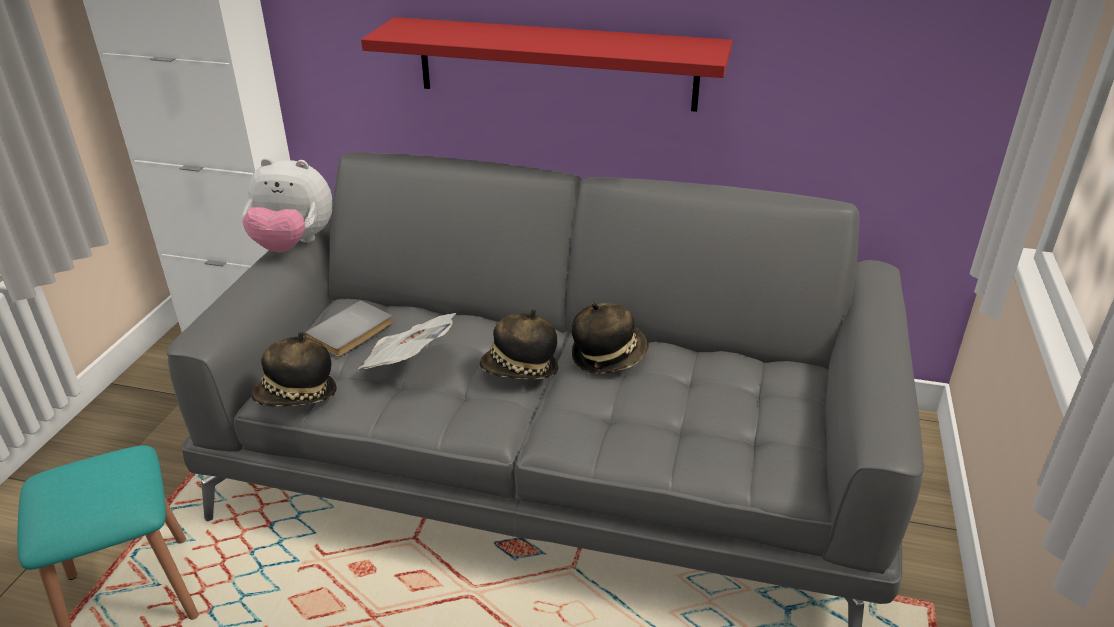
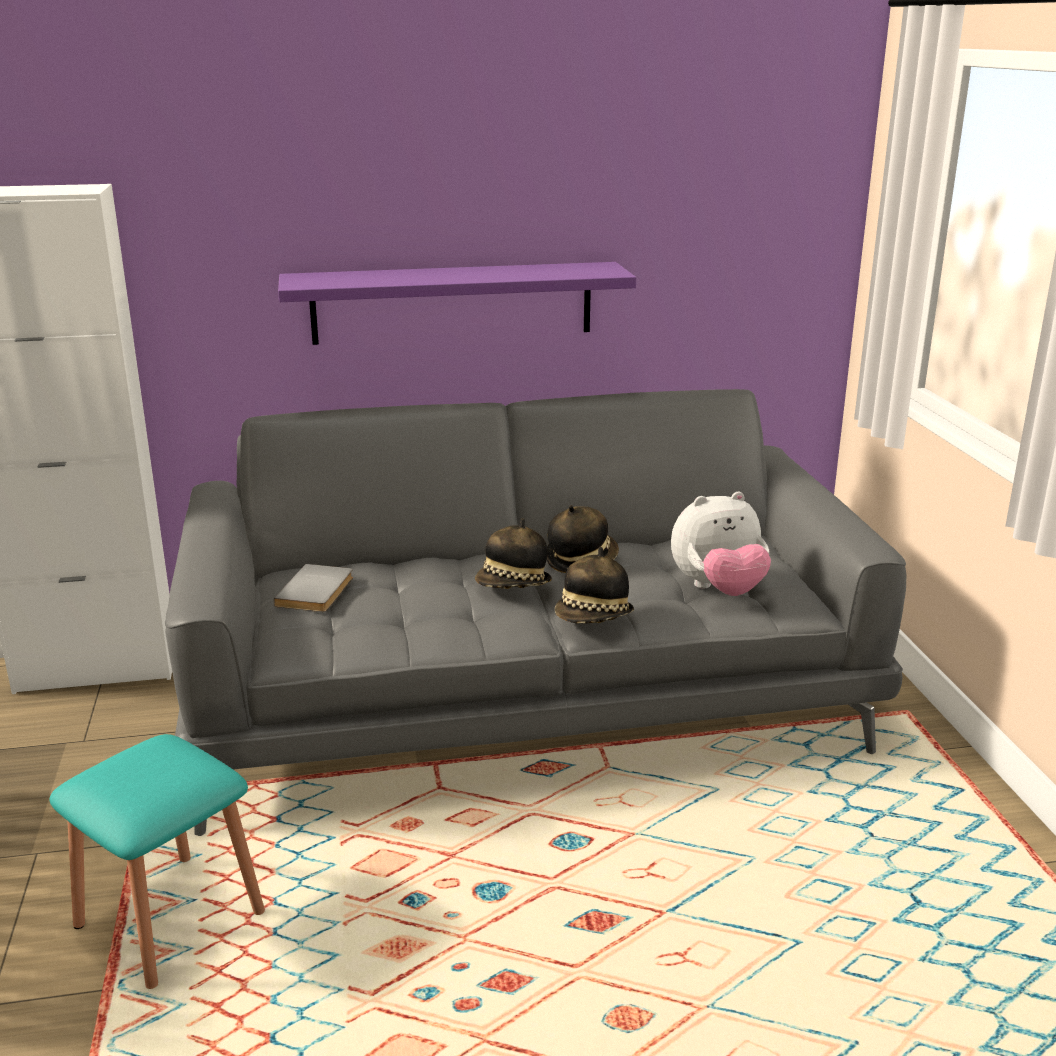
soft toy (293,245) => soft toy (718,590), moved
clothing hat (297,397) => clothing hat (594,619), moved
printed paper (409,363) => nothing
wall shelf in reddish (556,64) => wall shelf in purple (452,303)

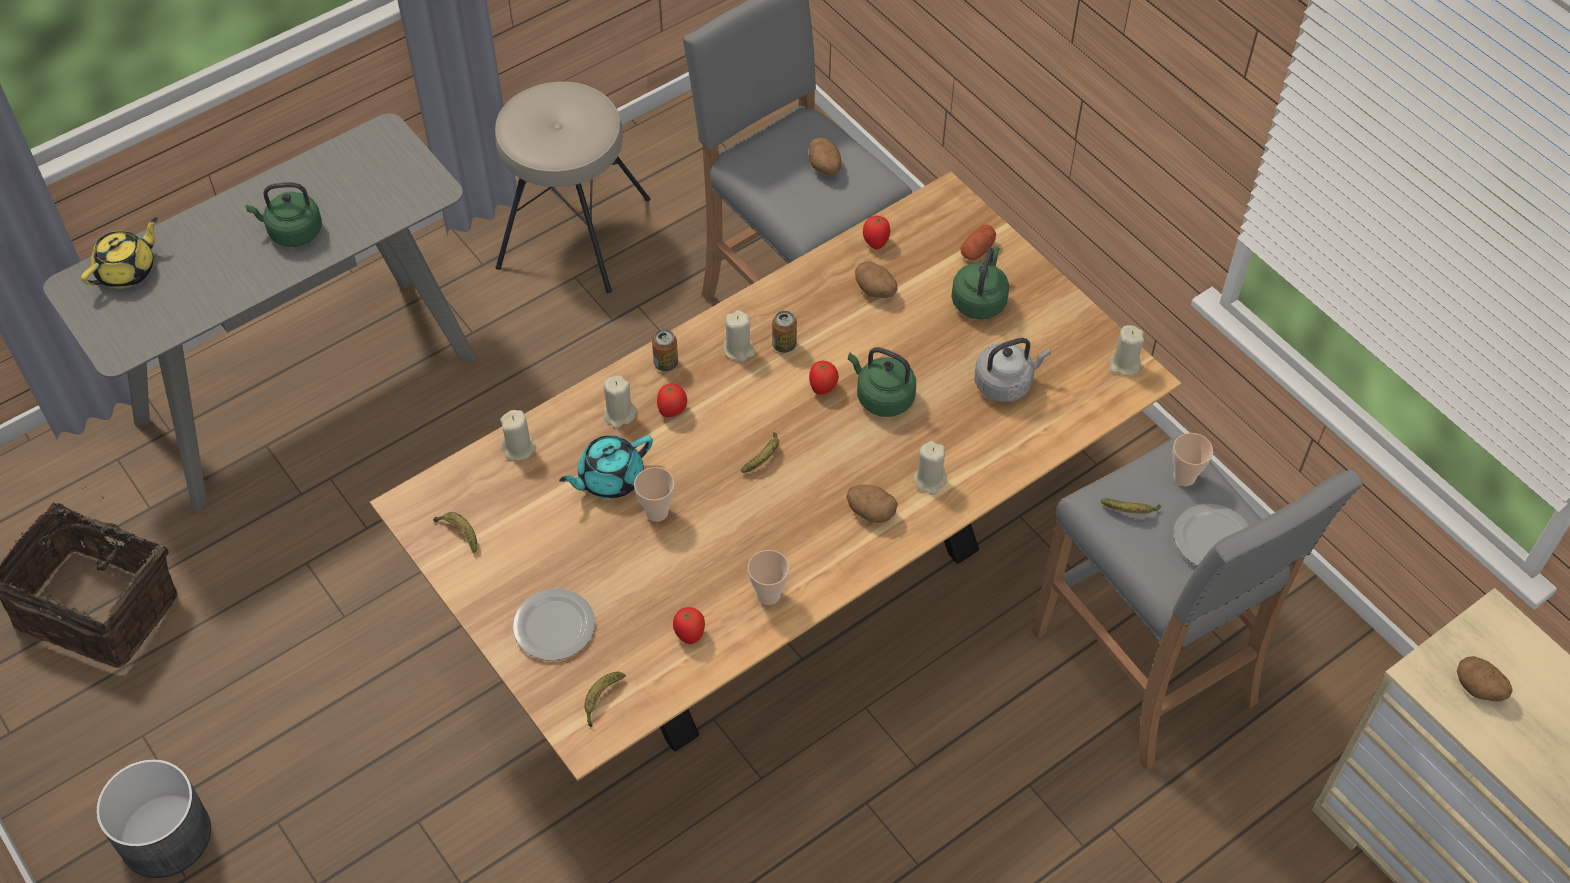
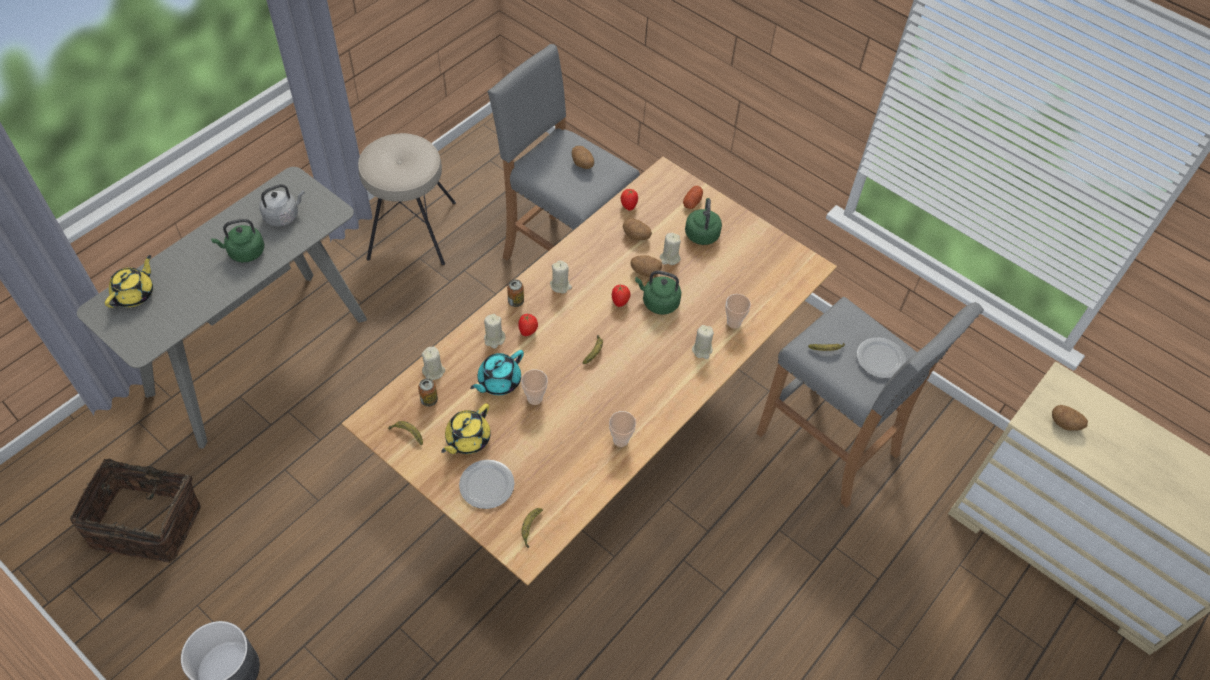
tomato (689,634) => nothing
sealed can (784,345) => sealed can (429,400), moved
whole potato (870,512) => whole potato (645,271), moved
kettle in greyish (1005,383) => kettle in greyish (283,216), moved
candle in beige-coloured (1124,364) => candle in beige-coloured (669,258), moved
small cup (1184,477) => small cup (733,322), moved
nothing => teapot in yellowish (467,439)

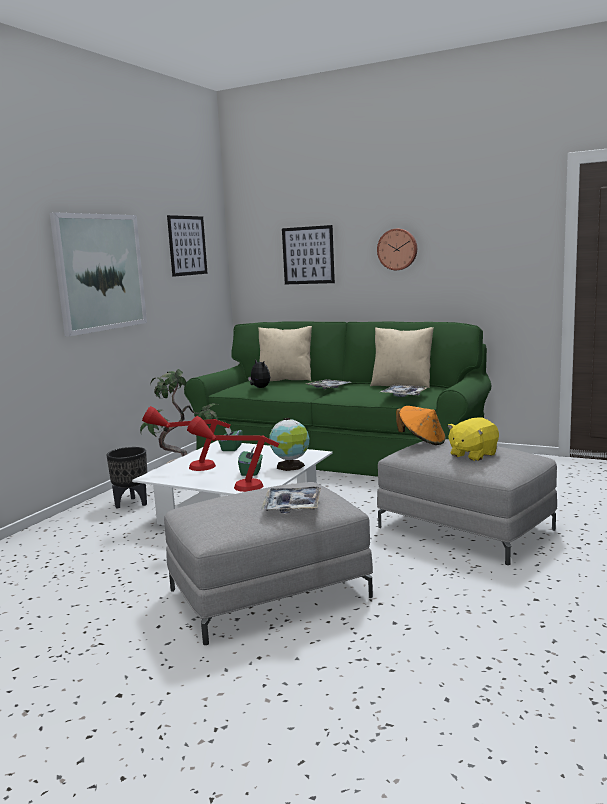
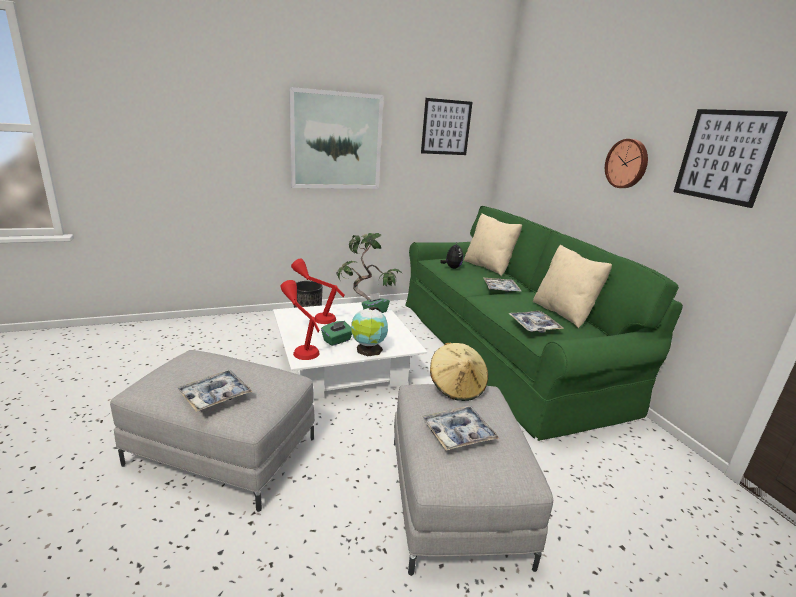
wall picture (308,255) => wall picture (724,156), moved
clothing hat in orangey (422,441) => clothing hat in beige-coloured (457,387)
soft toy in yellowish (472,455) => carrying tray (458,433)

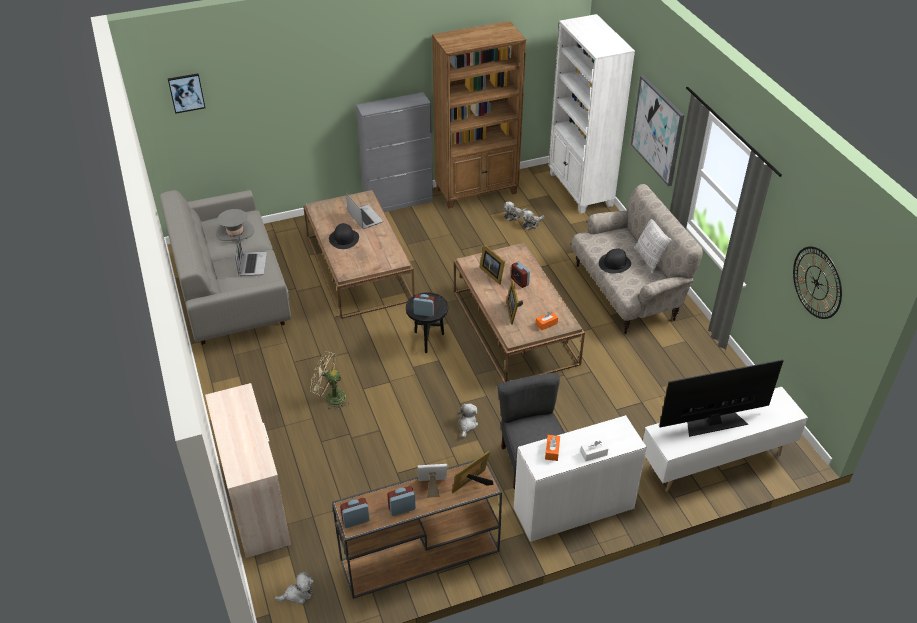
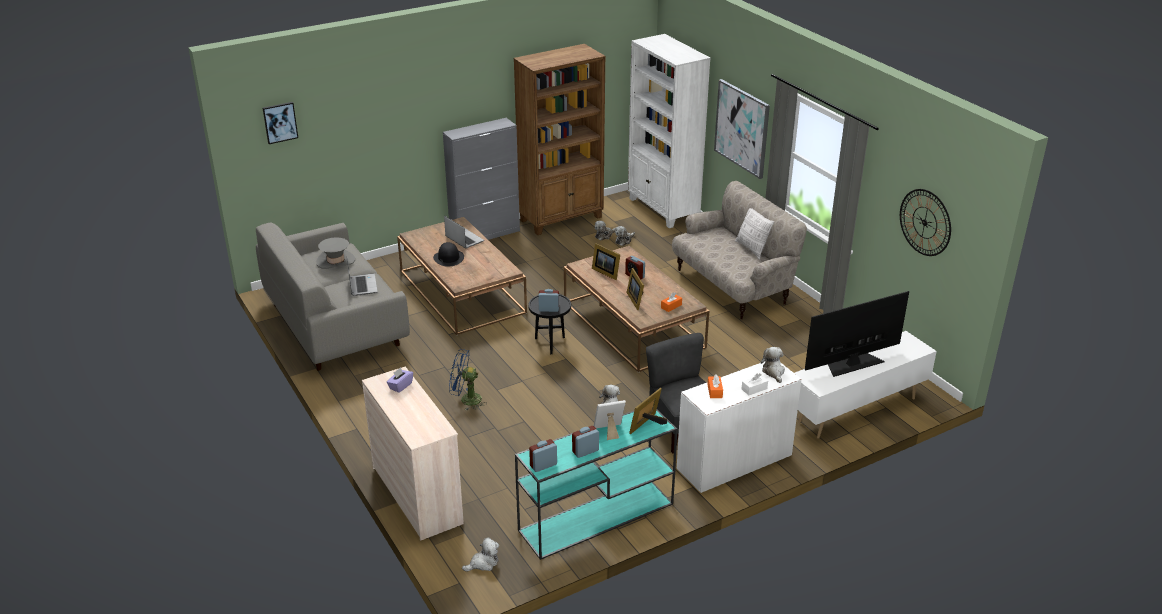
fan in beige-coloured (330,397) => fan in blue-coloured (466,400)
console table in brownish (418,556) => console table in blue-green (595,518)
clothing hat in black (614,263) => nothing
nothing => tissue box in purple (400,386)
nothing => soft toy (773,372)

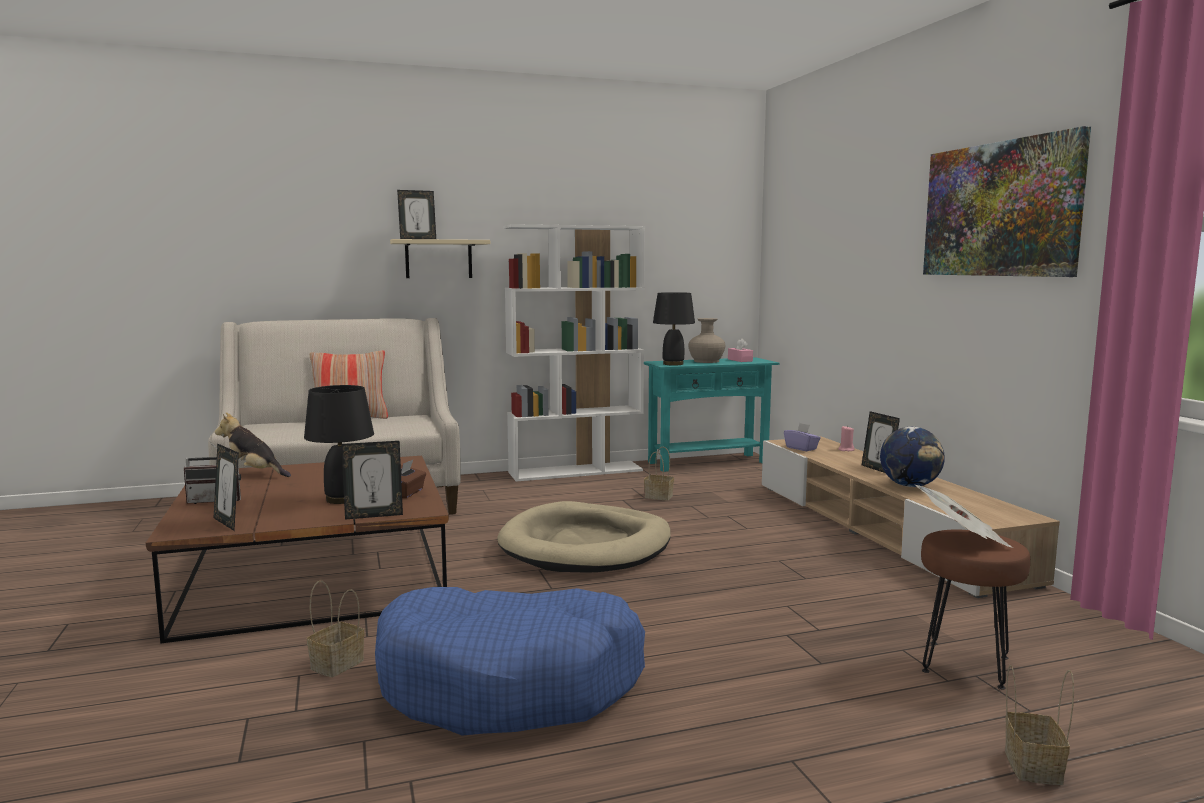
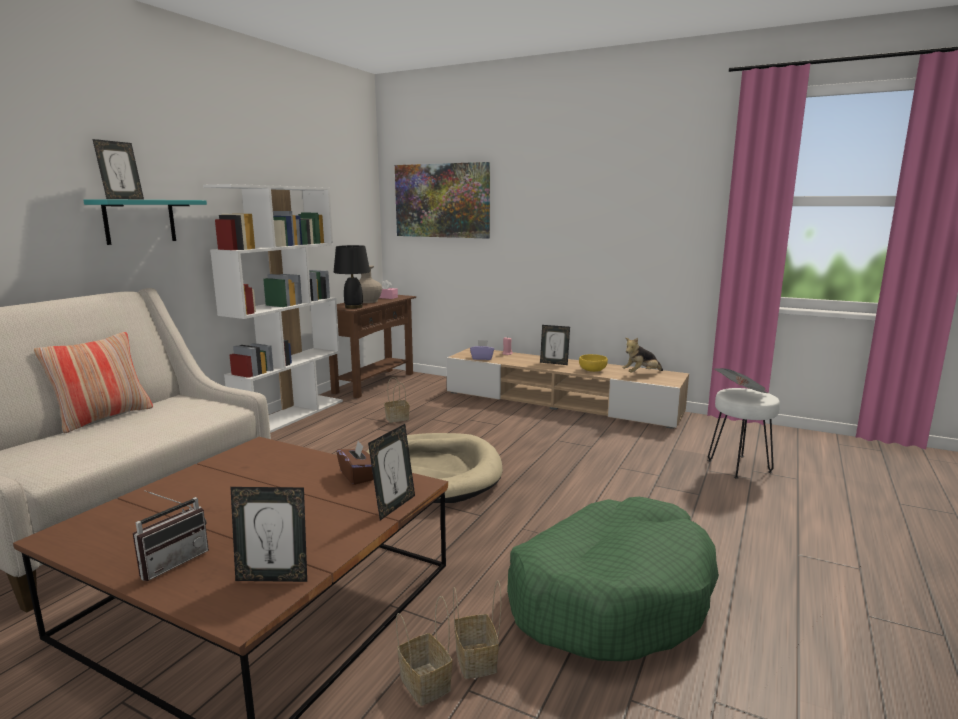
soft toy (254,473) => soft toy (641,374), moved
tabletop lamp in black (343,499) => nothing
pet bed in blue-coloured (510,683) => pet bed in green-coloured (610,596)
wall shelf in beige-coloured (438,259) => wall shelf in blue-green (140,221)
console table in blue-green (708,462) => console table in brownish (374,383)
desk globe (910,486) => deep dish in yellowish (592,370)
stool in brownish (966,664) => stool in whitish (739,466)
wall picture (999,209) => wall picture (442,200), moved
basket (1031,765) => basket (423,683), moved

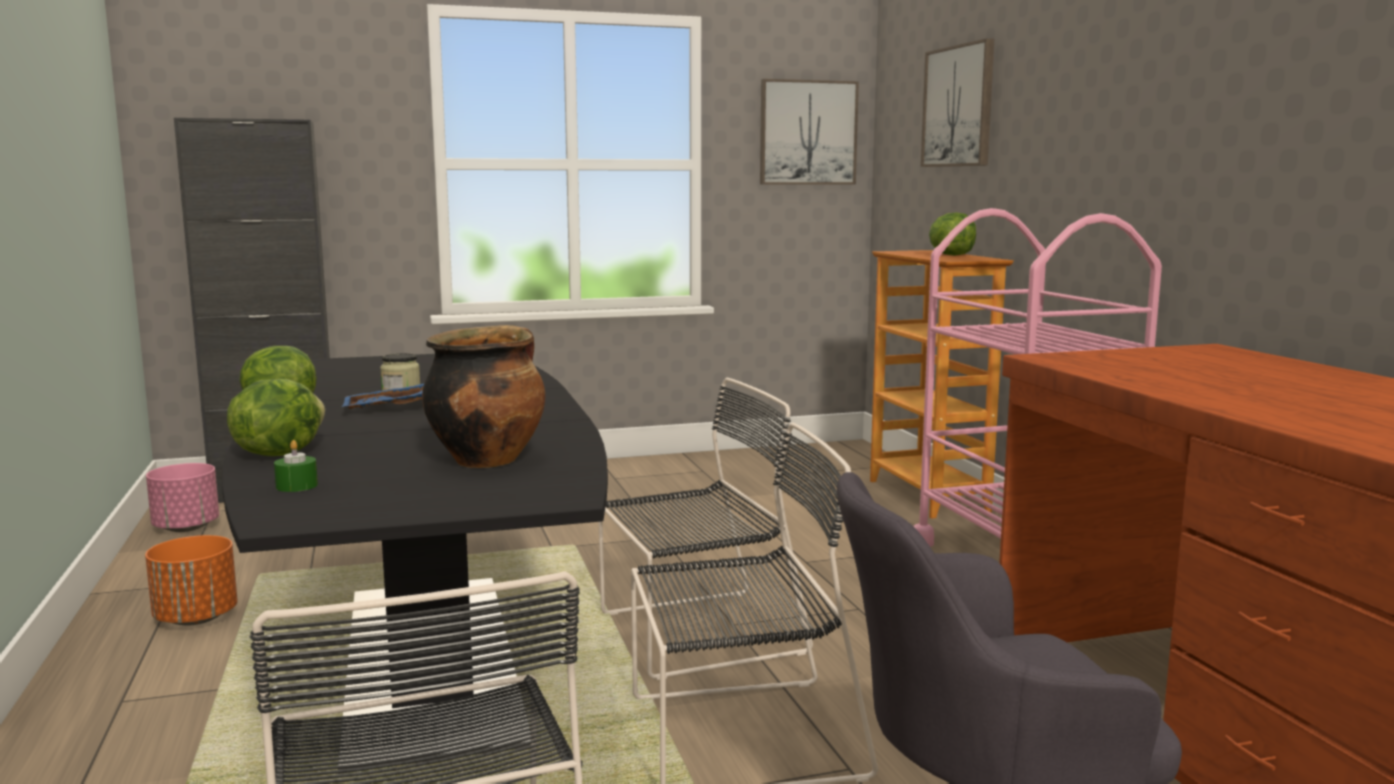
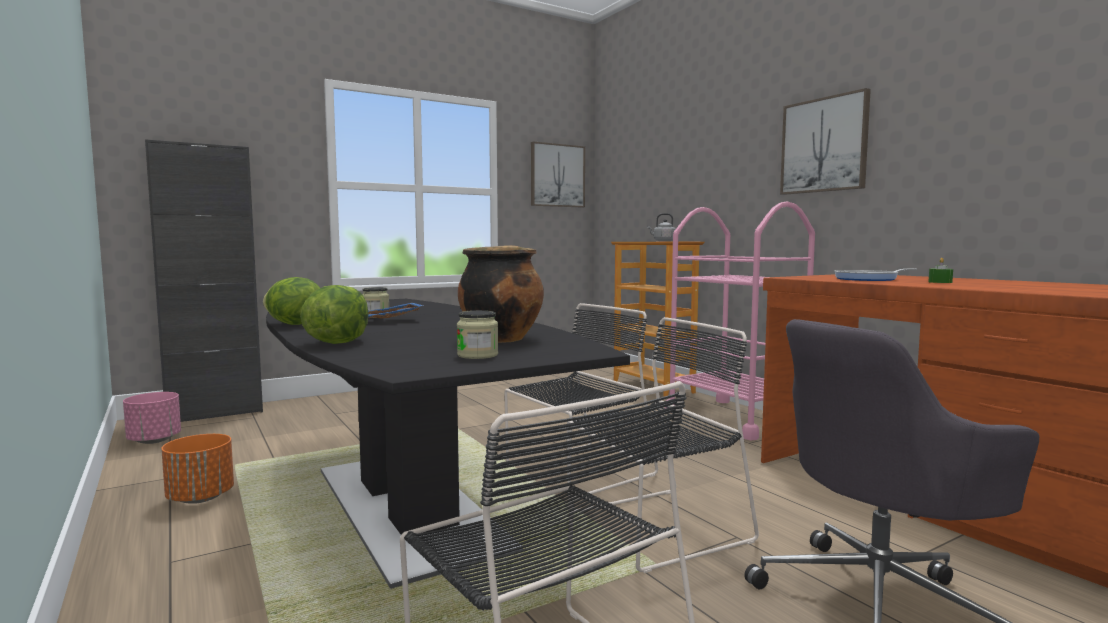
candle in green-coloured (297,486) => candle in green-coloured (940,282), moved
wall picture (959,106) => wall picture (824,145), moved
lettuce head (951,255) => kettle in greyish (663,241)
nothing => jar (477,355)
nothing => frying pan (869,279)

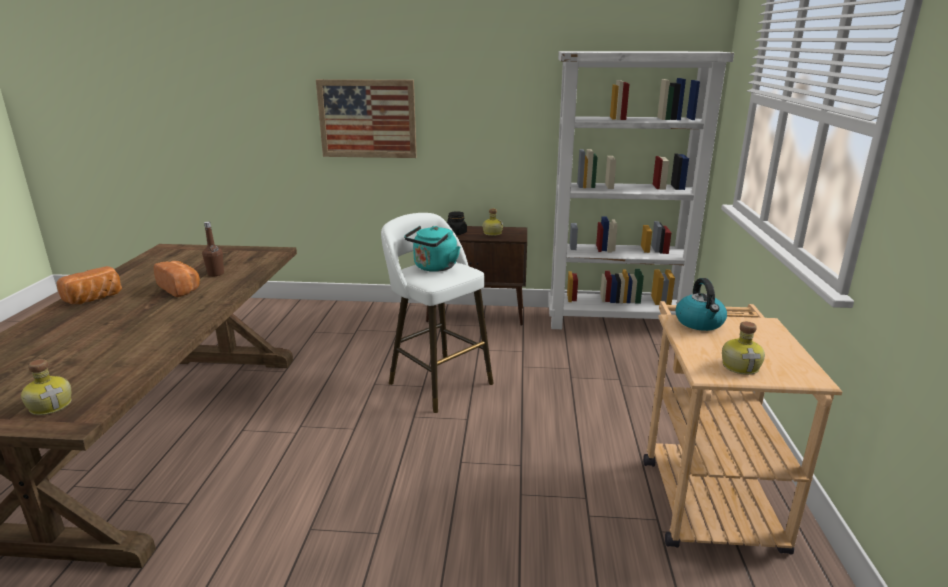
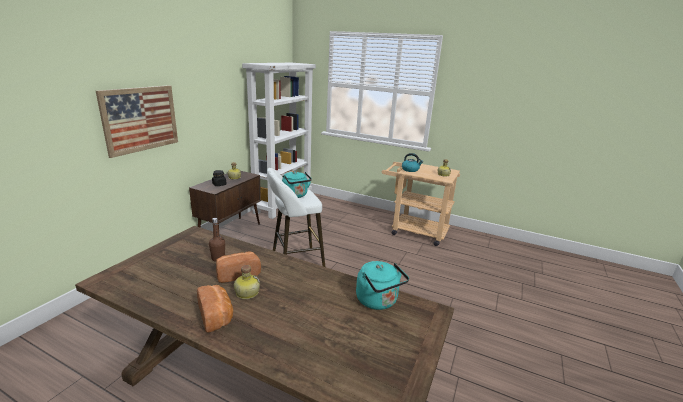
bottle (51,405) => bottle (246,292), moved
nothing => kettle in blue-green (378,301)

